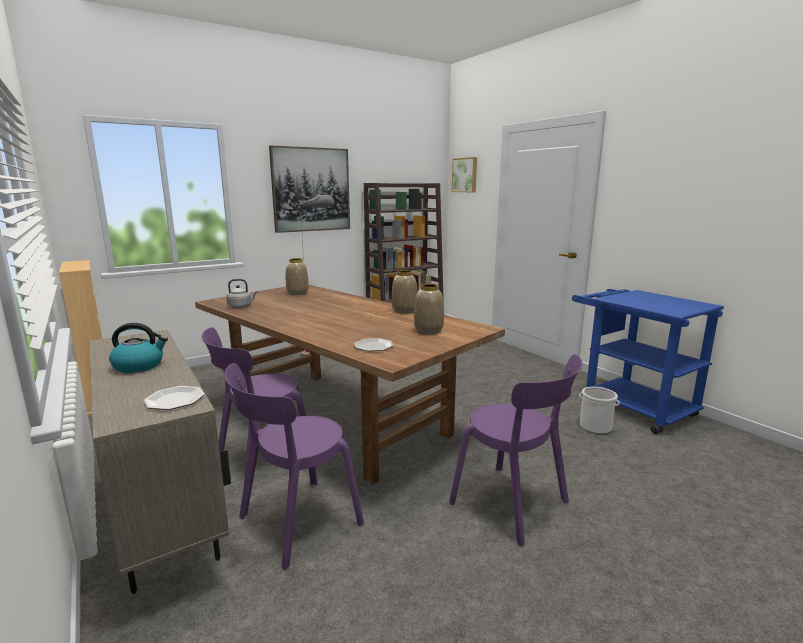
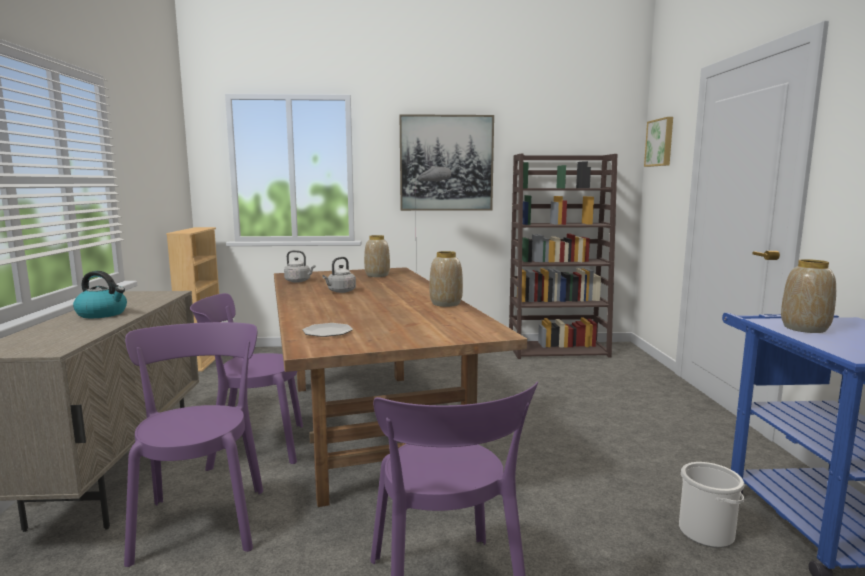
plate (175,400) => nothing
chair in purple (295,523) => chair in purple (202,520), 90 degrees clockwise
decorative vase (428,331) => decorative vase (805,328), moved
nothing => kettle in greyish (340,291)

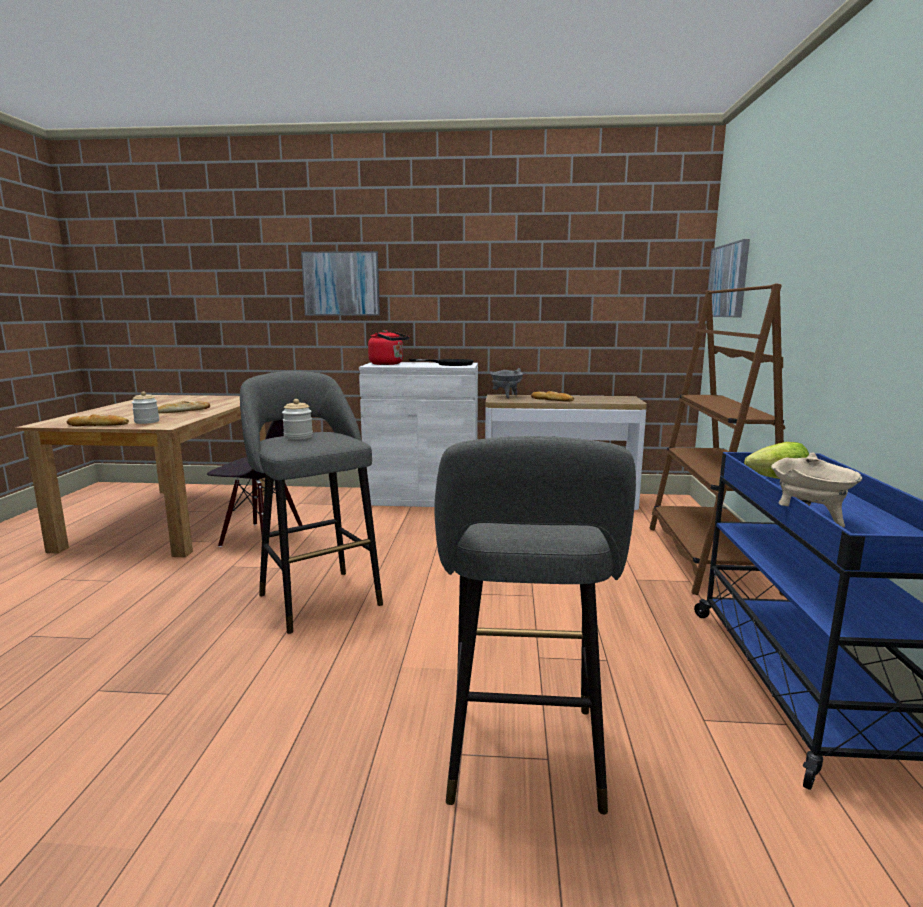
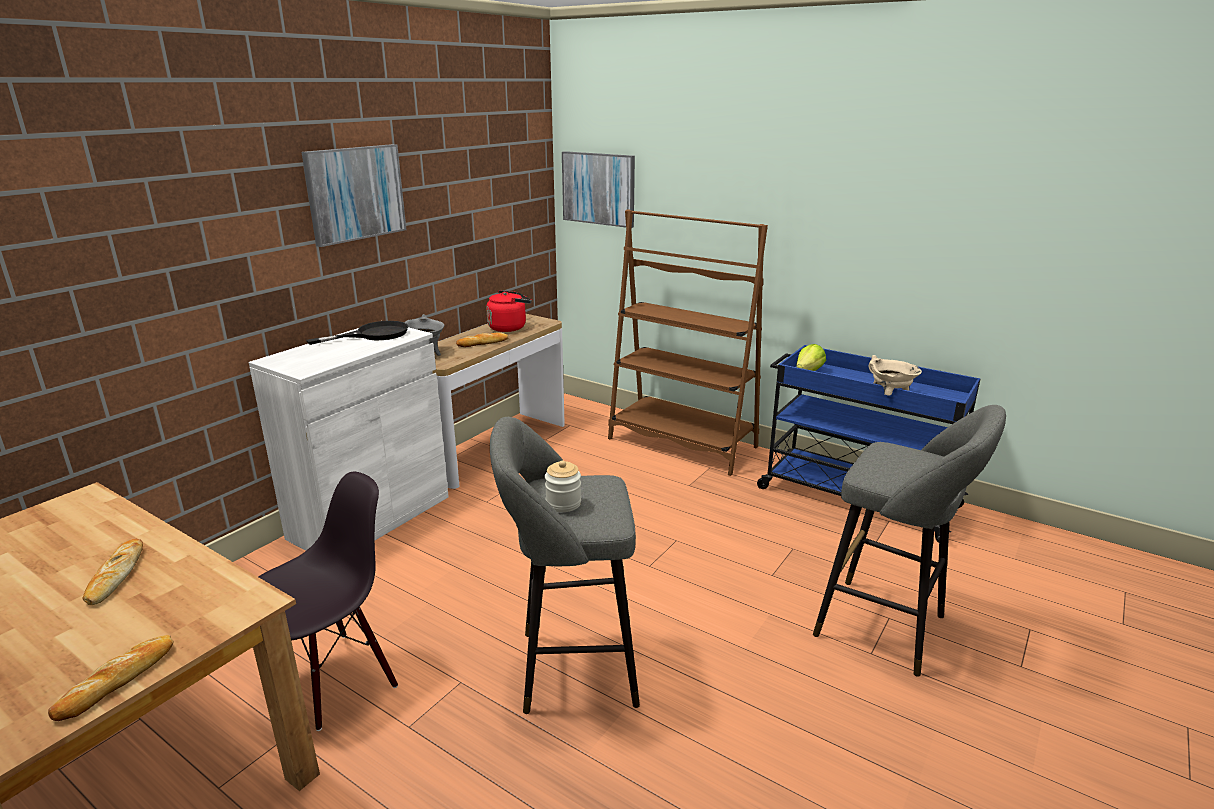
jar (147,422) => nothing
wall picture (341,284) => wall picture (355,193), moved
kettle in reddish (388,364) => kettle in reddish (509,327), moved

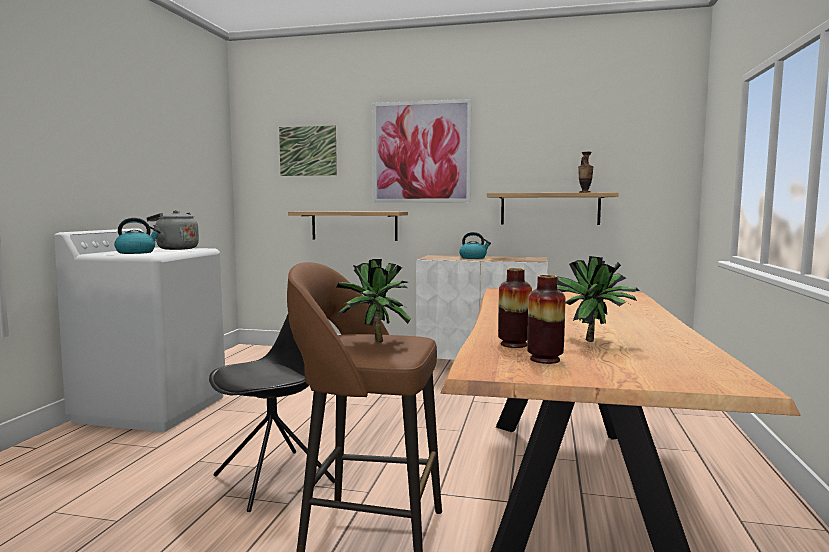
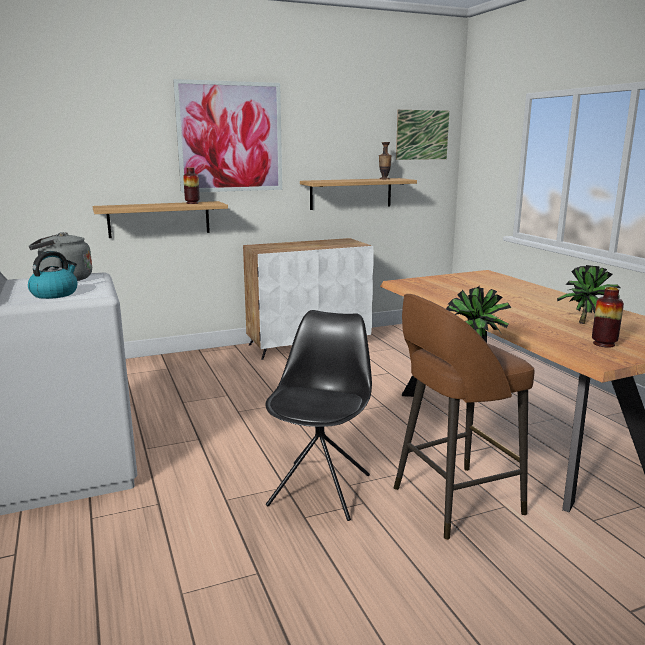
wall picture (308,151) => wall picture (422,135), moved
kettle (473,258) => nothing
decorative vase (514,344) => decorative vase (192,203), moved

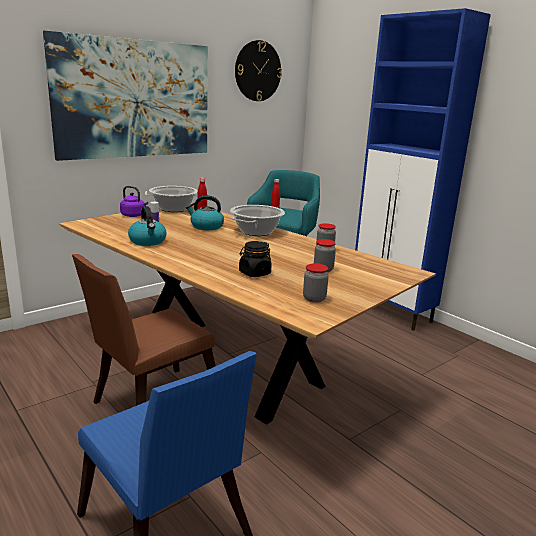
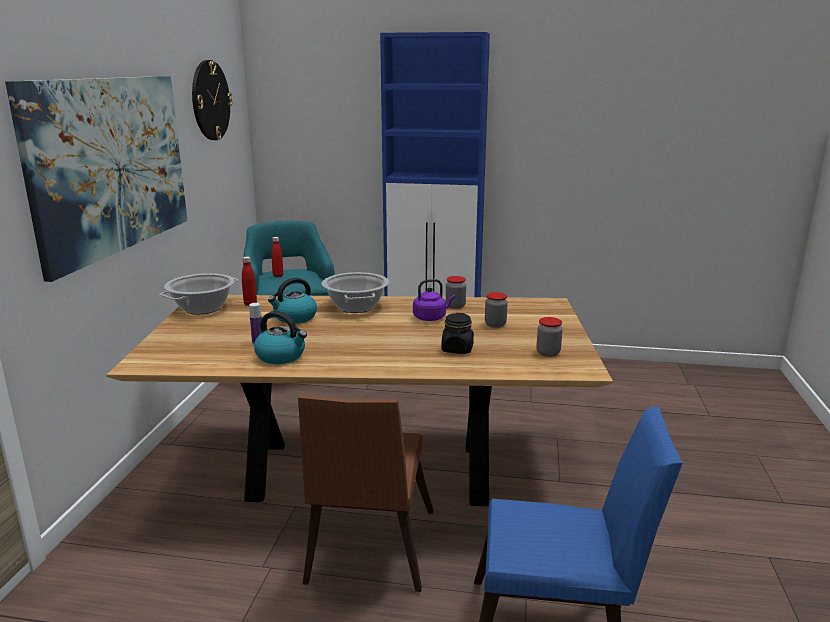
kettle in purple (134,215) => kettle in purple (431,318), moved

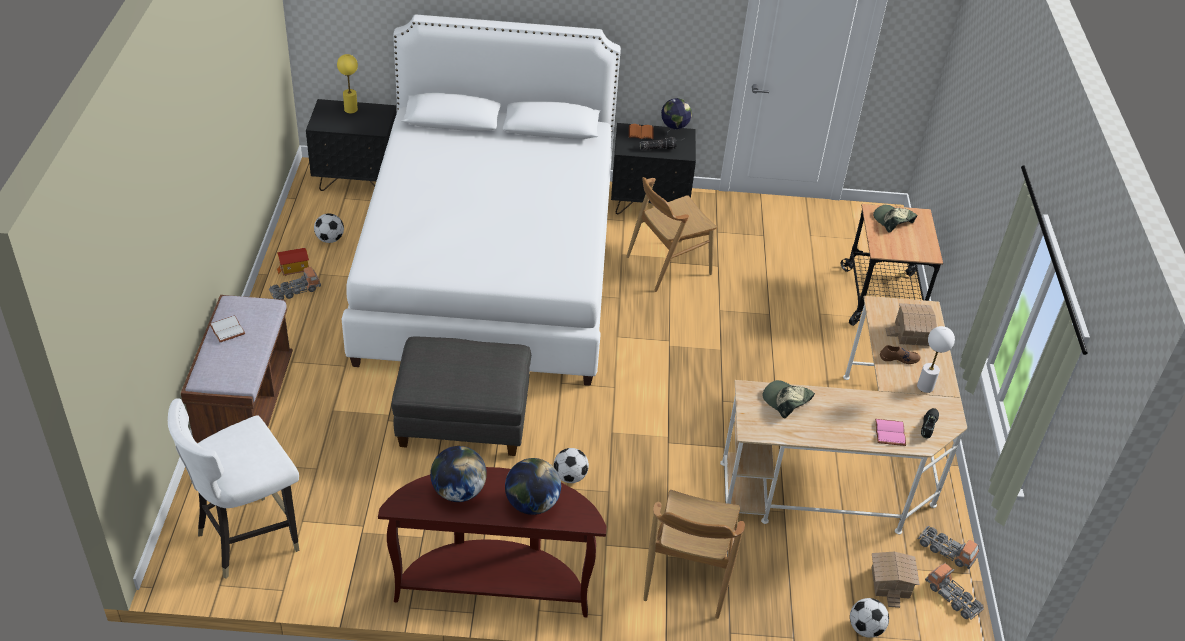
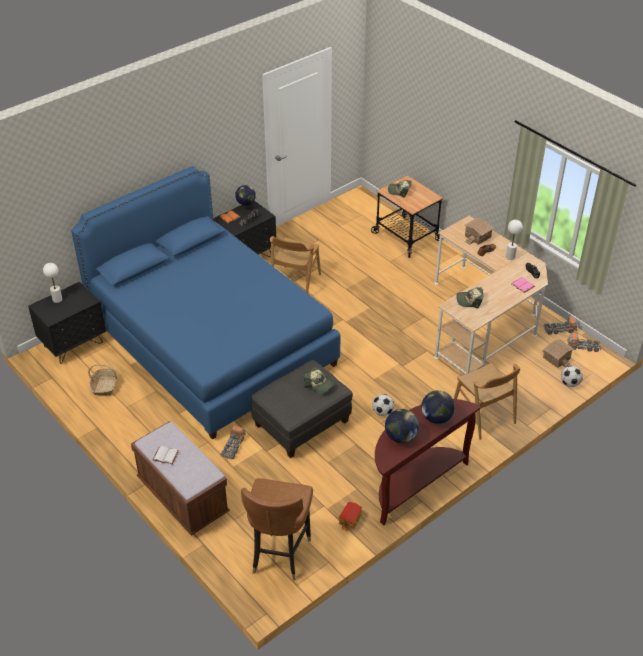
chair in whitish (249,537) => chair in brownish (279,554)
toy lorry (295,291) => toy lorry (233,447), moved
miniature house (294,269) => miniature house (350,521), moved
ball for football (330,239) => basket (105,385)
tabletop lamp in yellowish (350,109) => tabletop lamp in whitish (57,299)
bedroom bed in whitish (489,268) => bedroom bed in blue-coloured (211,343)
nothing => baseball cap (319,384)

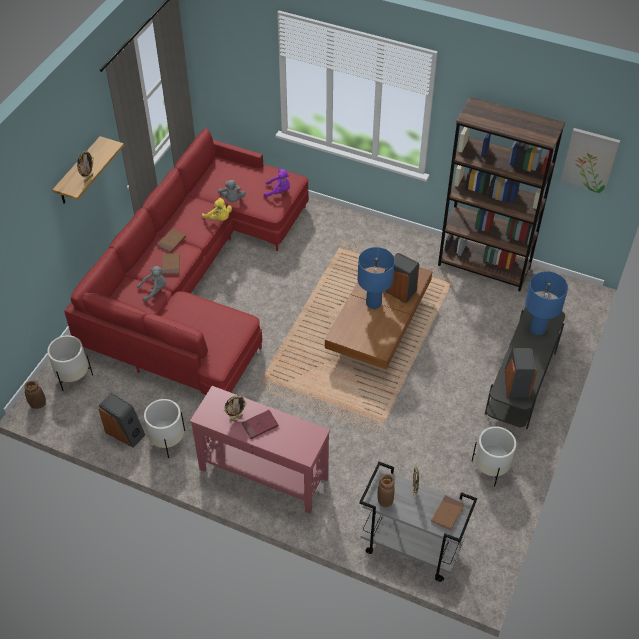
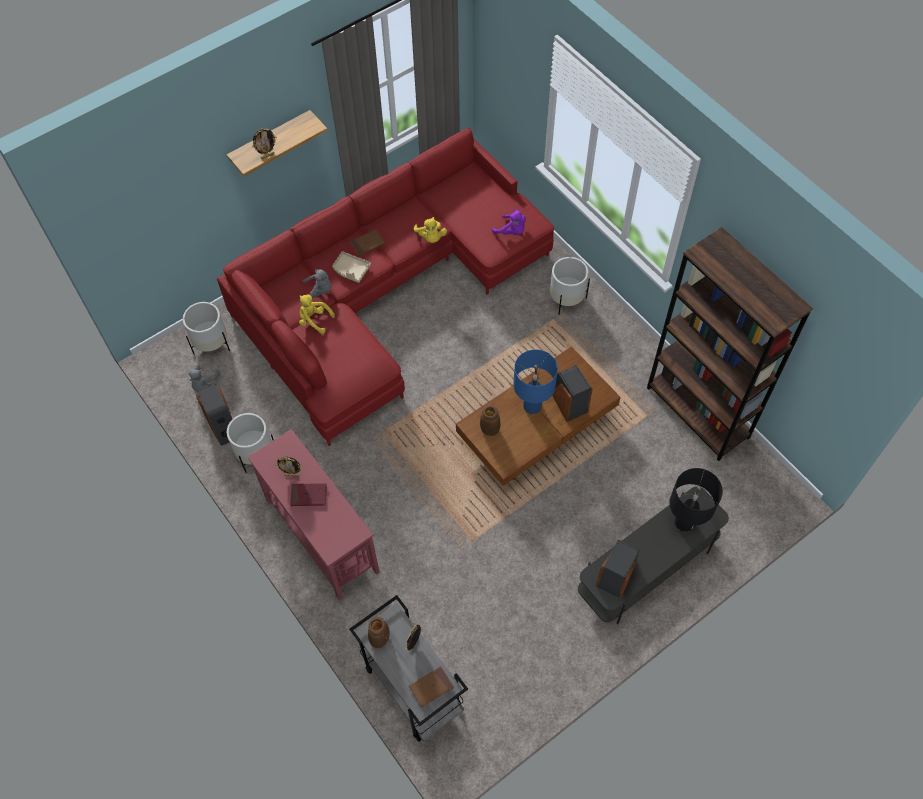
decorative vase in brownish (38,404) => decorative vase in brownish (489,430), moved
book in brownish (171,265) => carrying tray in beige-coloured (351,270)
soft toy in greyish (232,199) => soft toy in greyish (204,385), moved
plant pot in whitish (491,468) => plant pot in whitish (566,299), moved
tabletop lamp in blue-coloured (537,329) => tabletop lamp in black (683,522)
wall picture (589,160) => nothing
nothing => soft toy in yellowish (314,320)

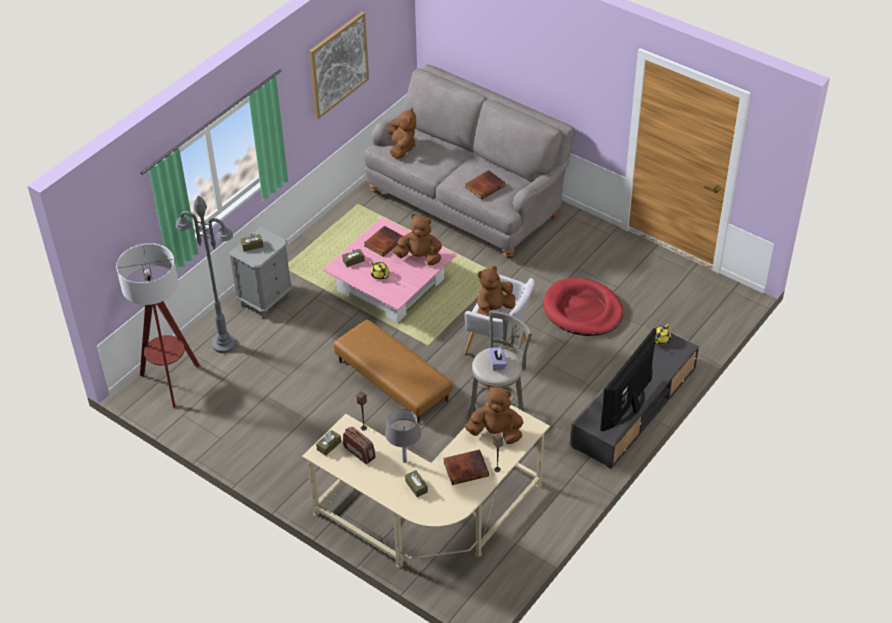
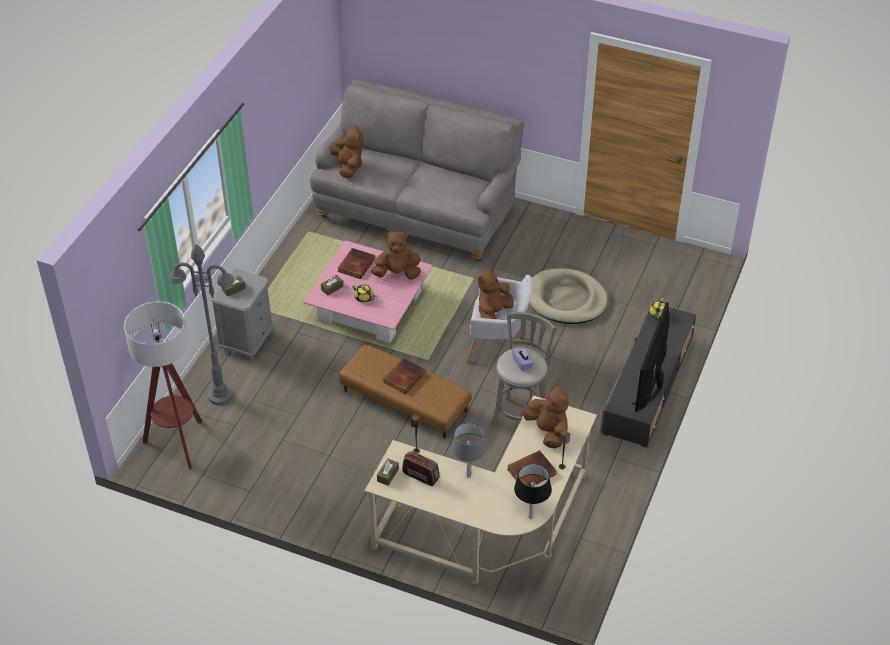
wall picture (338,64) => nothing
tissue box in brownish (416,486) => nothing
book (484,186) => book (403,377), moved
soft toy in brownish (496,433) => soft toy in brownish (547,431), 60 degrees clockwise
pet bed in reddish (582,310) => pet bed in beige-coloured (566,299)
nothing => tabletop lamp in black (531,517)

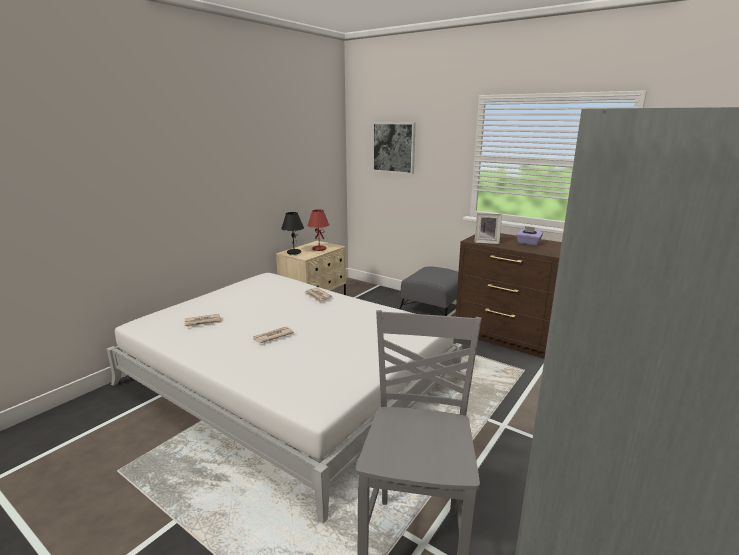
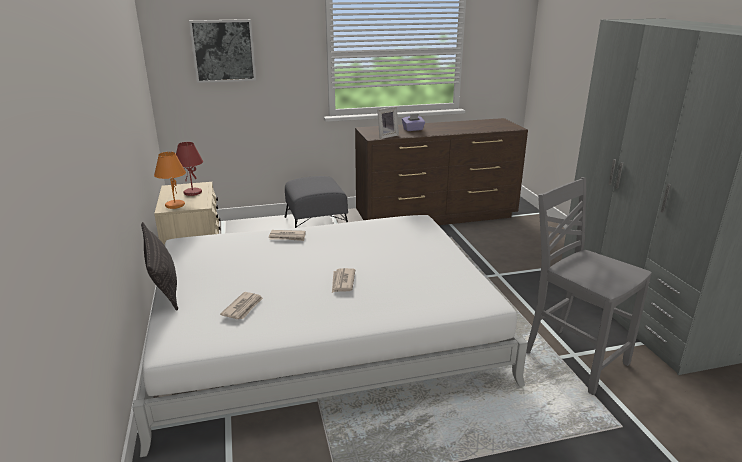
tabletop lamp in black (294,252) => tabletop lamp in orangey (174,205)
nothing => throw pillow (164,285)

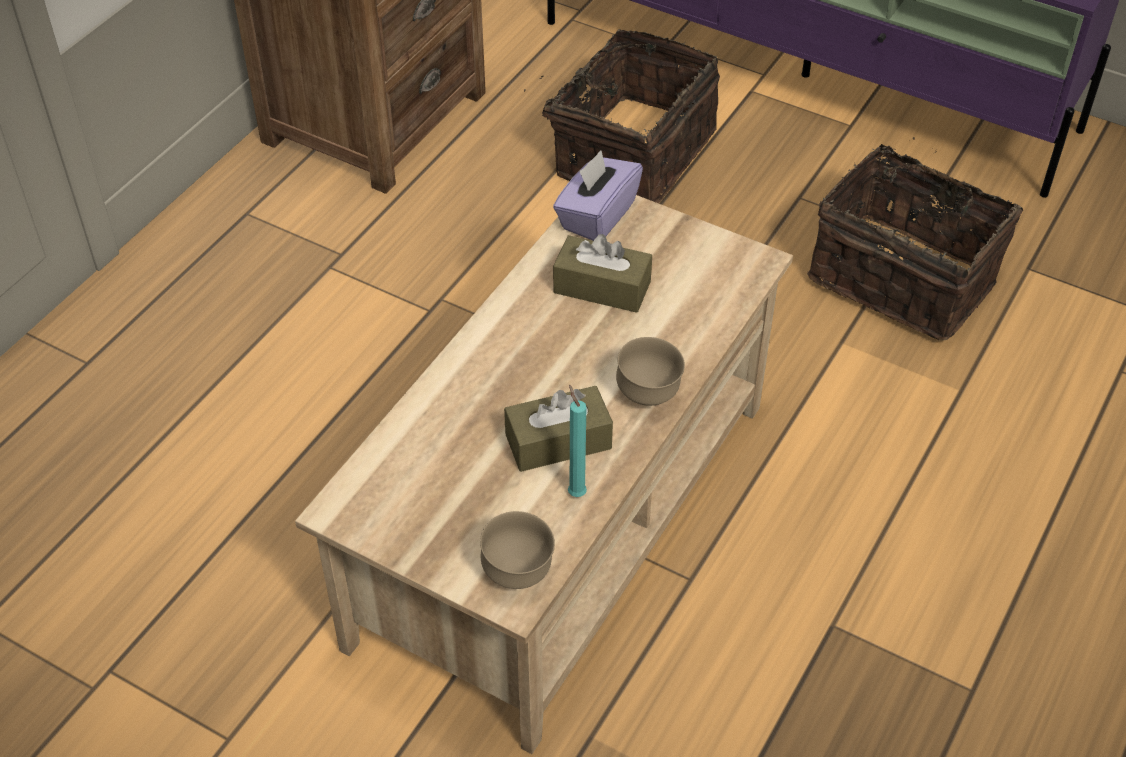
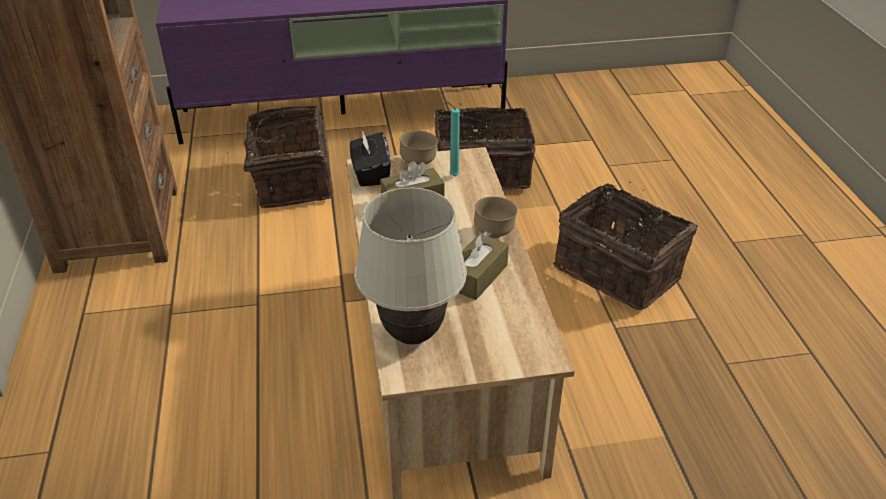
deep dish in brownish (518,573) => deep dish in brownish (419,164), moved
tissue box in purple (597,216) => tissue box in black (370,173)
candle in blue-green (575,492) => candle in blue-green (452,176), moved
nothing => tabletop lamp in whitish (412,335)
nothing => basket (619,270)

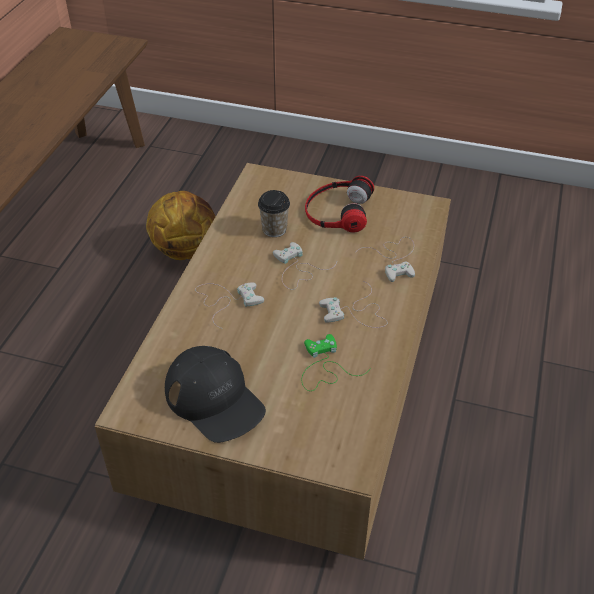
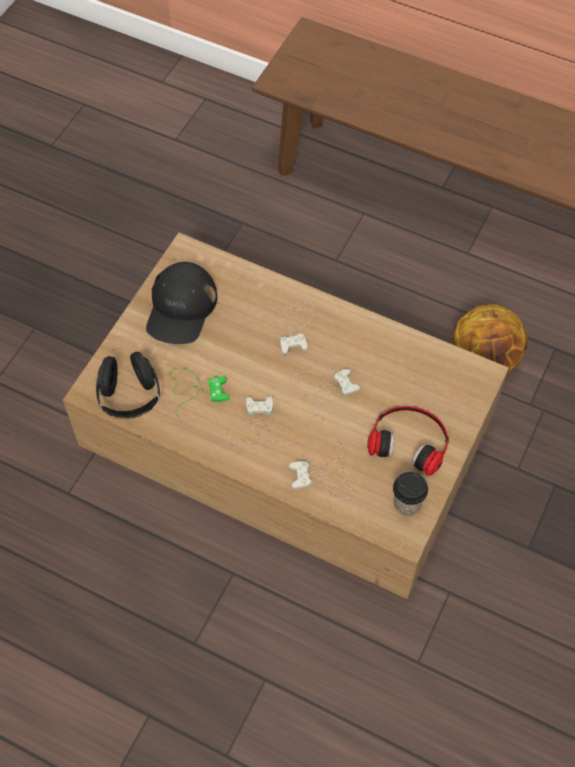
baseball cap in black (214,399) => baseball cap in black (181,308), 45 degrees counterclockwise
small cup (274,229) => small cup (407,503), moved
nothing => headset in black (129,396)

